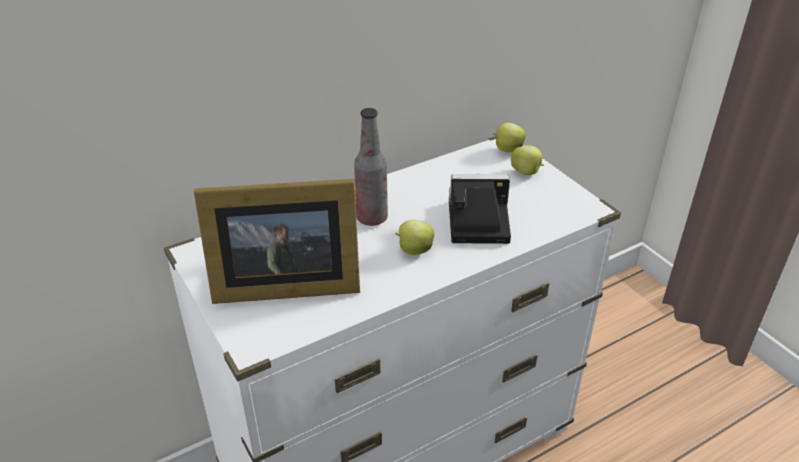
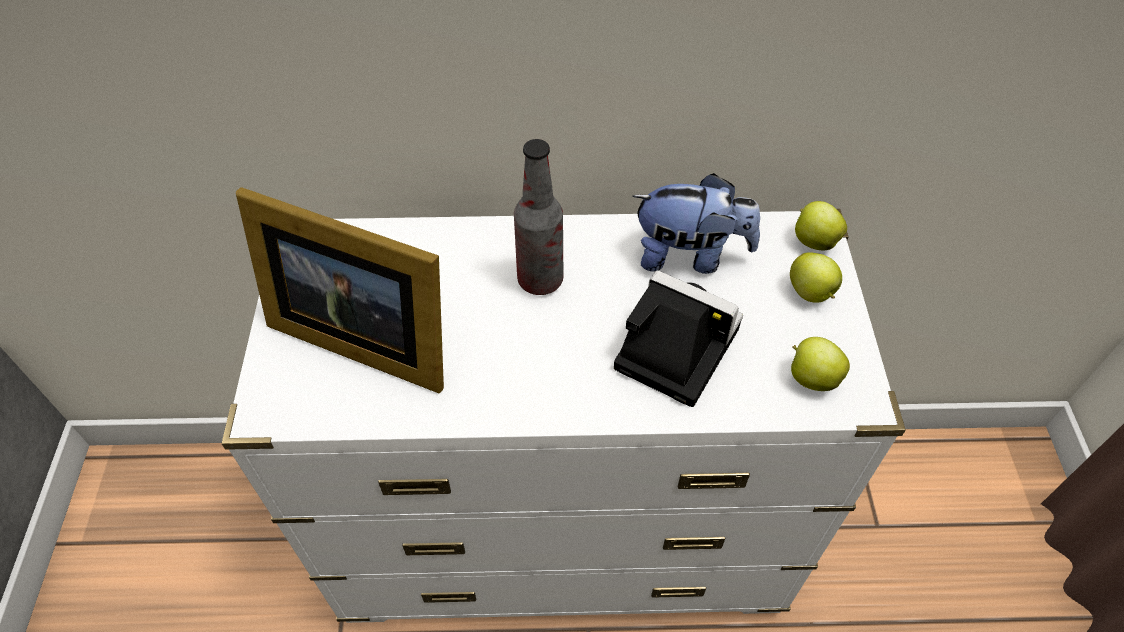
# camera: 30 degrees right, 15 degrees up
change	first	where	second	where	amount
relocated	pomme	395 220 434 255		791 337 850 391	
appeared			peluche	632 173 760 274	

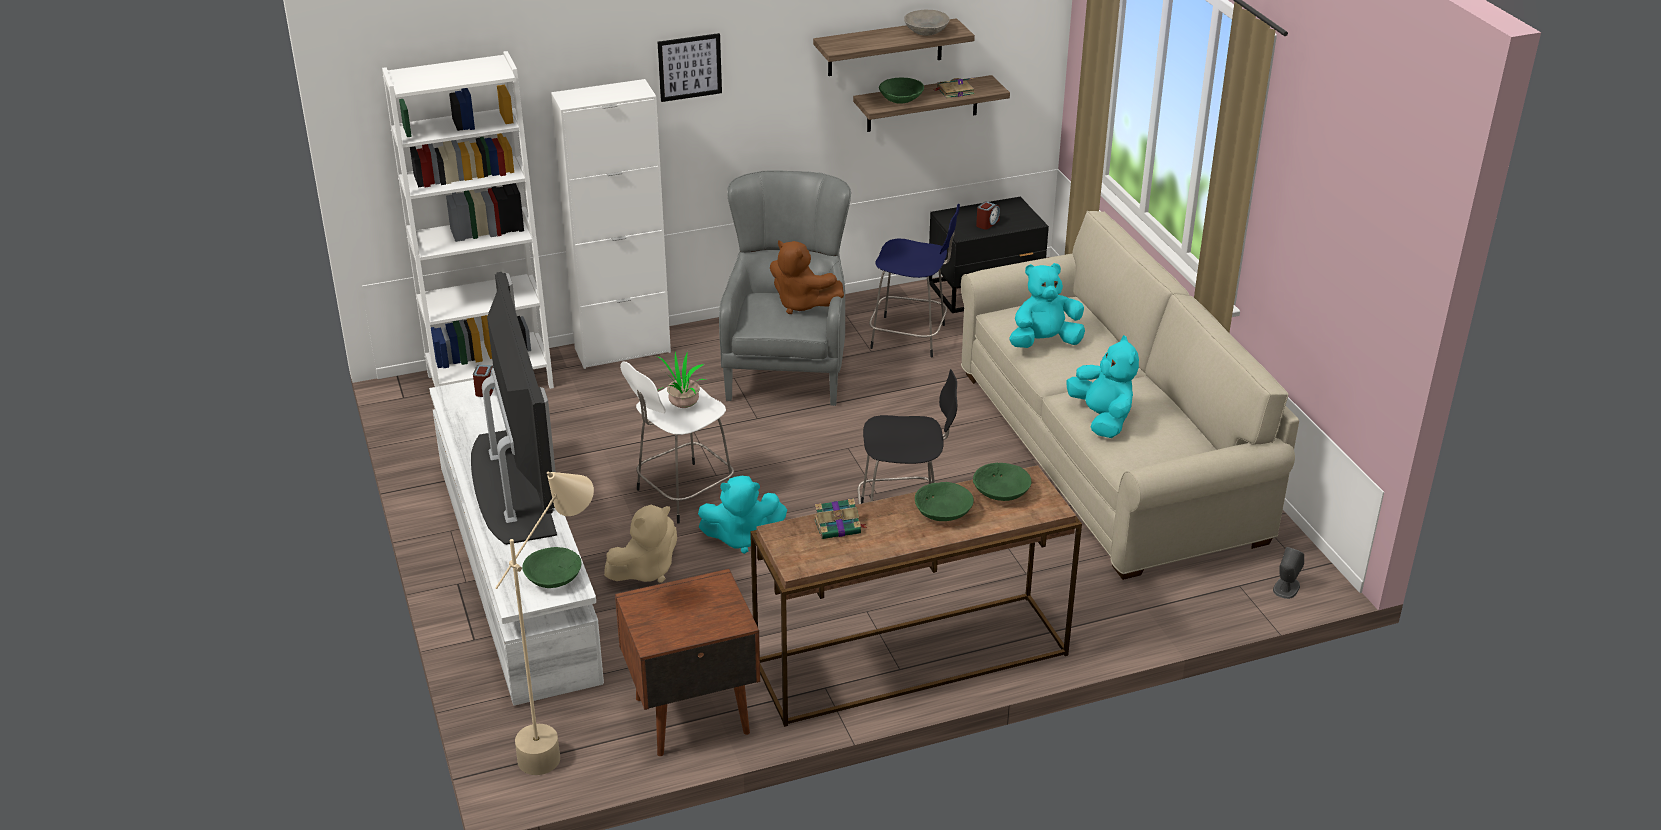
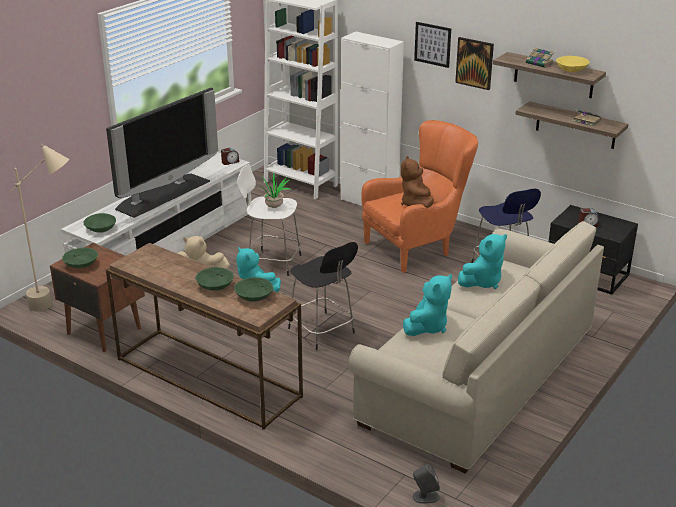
# camera: 55 degrees right, 5 degrees down
change	first	where	second	where	amount
colour	fauteuil (gris)	719 170 851 406	fauteuil (orange)	361 120 478 273	
relocated	livre	814 498 867 539		526 48 554 68	
relocated	bol (vert)	879 78 924 104		62 248 98 268	
colour	bol (gris)	904 10 950 36	bol (jaune)	556 56 589 72	
spun	peluche (turquoise)	1009 263 1085 348		458 234 507 289	105 degrees clockwise
appeared			tableau	455 37 494 90	

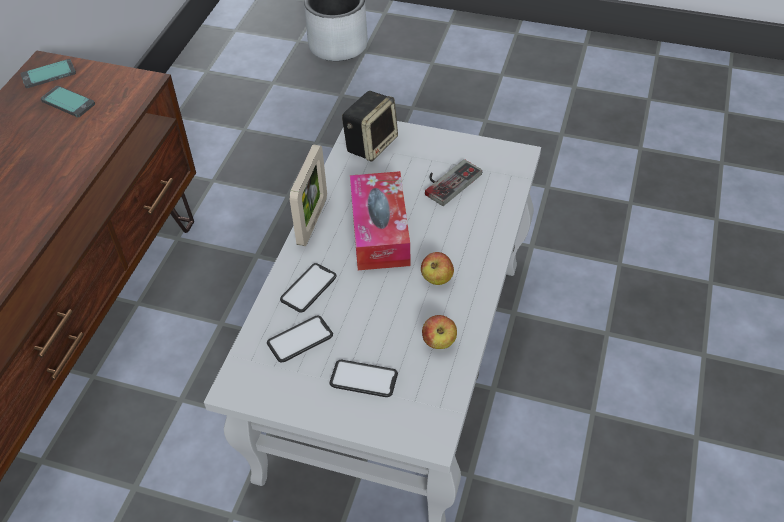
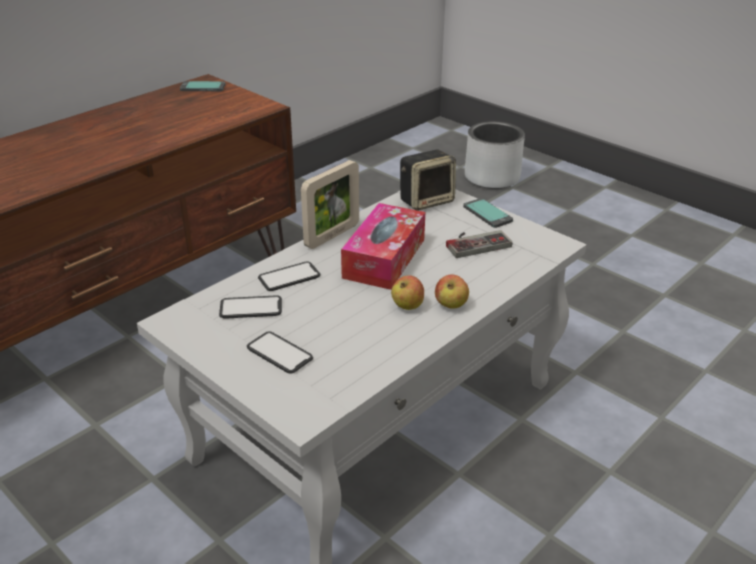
# camera: 25 degrees right, 15 degrees down
change	first	where	second	where	amount
relocated	téléphone	41 86 95 117		463 198 513 228	
relocated	pomme	422 315 457 349		435 275 469 309	

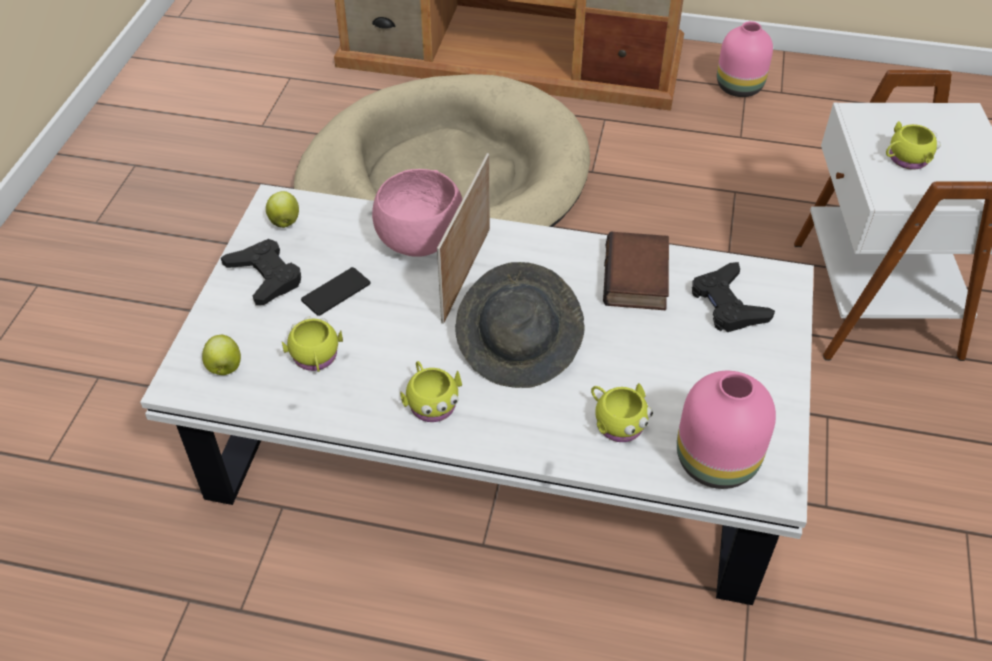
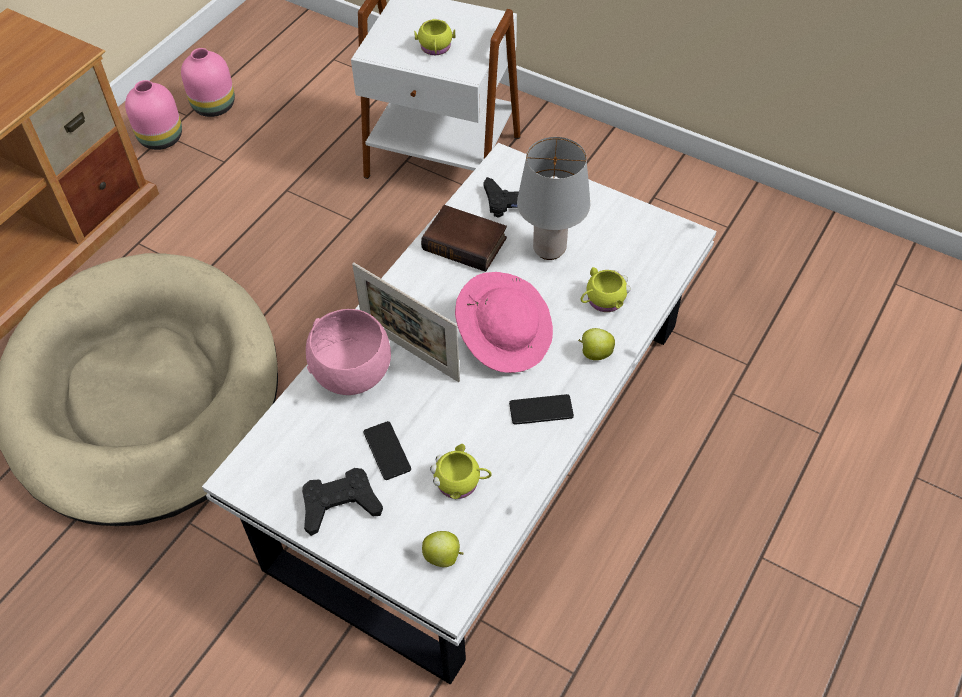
# camera: 70 degrees left, 5 degrees up
change	first	where	second	where	amount
relocated	pomme	266 191 299 228		578 328 615 360	
exchanged	mug (jaune)	400 361 462 422	téléphone	509 394 574 425	
colour	chapeau (gris)	455 262 584 388	chapeau (rose)	455 272 553 373	
relocated	vase (rose)	677 371 776 489		181 48 235 117	
appeared			lampe de table (gris)	517 137 590 260	

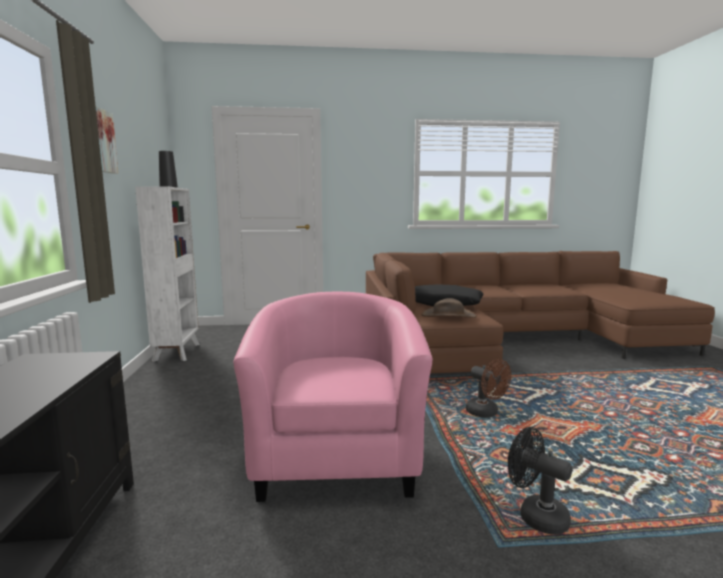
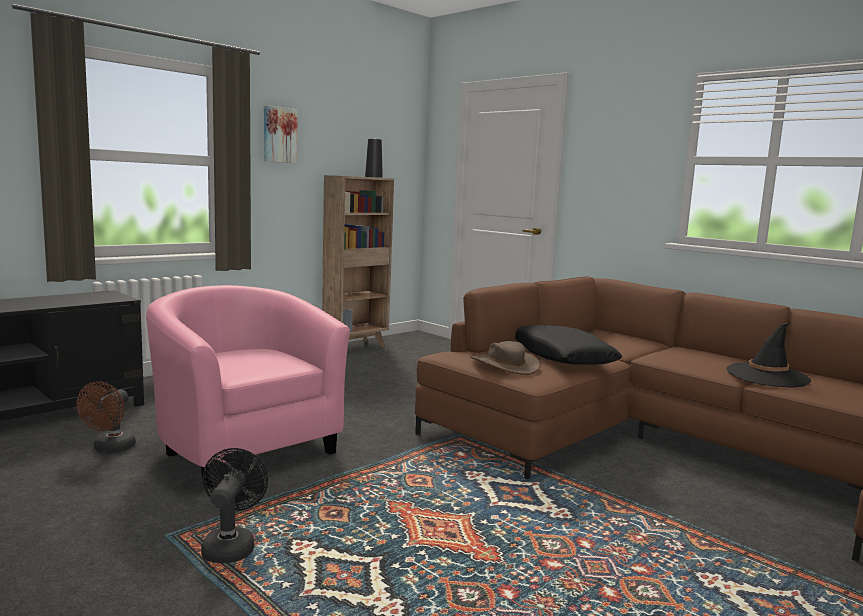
# camera: 50 degrees right, 0 degrees up
change	first	where	second	where	amount
colour	bibliothèque (blanc)	135 187 200 362	bibliothèque (marron)	322 175 394 347	
spun	fauteuil (rose)	233 291 432 502		146 285 350 489	90 degrees counterclockwise
relocated	ventilateur (marron)	466 359 511 418		76 382 136 453	
appeared			chapeau (noir)	726 323 811 388	

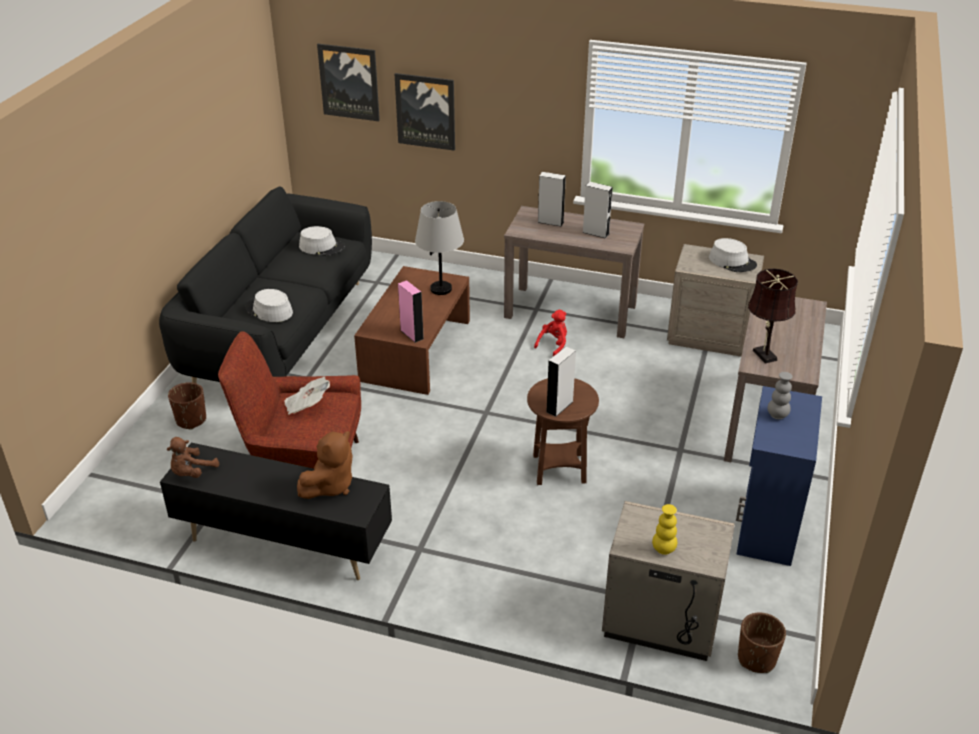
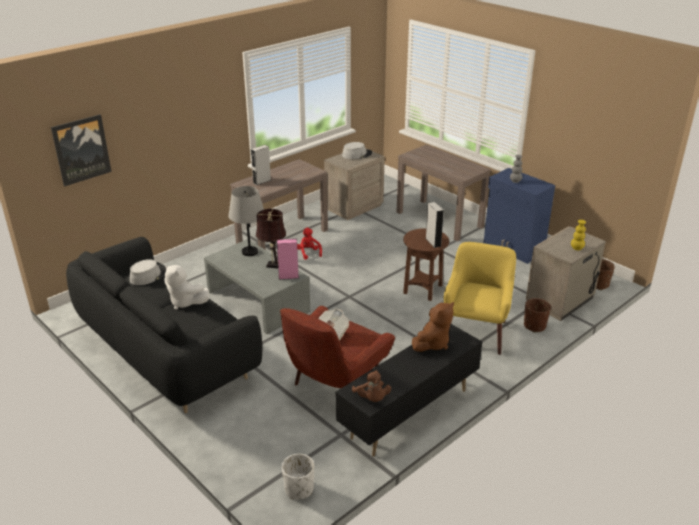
# camera: 60 degrees left, 5 degrees down
change	first	where	second	where	amount
relocated	cache-pot (marron)	168 382 206 429		524 298 551 332	
missing	chapeau (gris)	246 289 293 322			
spun	peluche (marron)	297 431 353 499		412 302 454 352	60 degrees clockwise
colour	table basse (marron)	354 266 470 395	table basse (gris)	204 239 310 334	
missing	tableau	395 73 455 151			
missing	enceinte (gris)	582 182 613 239			
relocated	lampe de table (marron)	748 269 798 364		256 209 286 268	
appeared			peluche (blanc)	164 265 209 310	
appeared			cache-pot (blanc)	282 454 315 500	
appeared			fauteuil (jaune)	444 242 516 355	

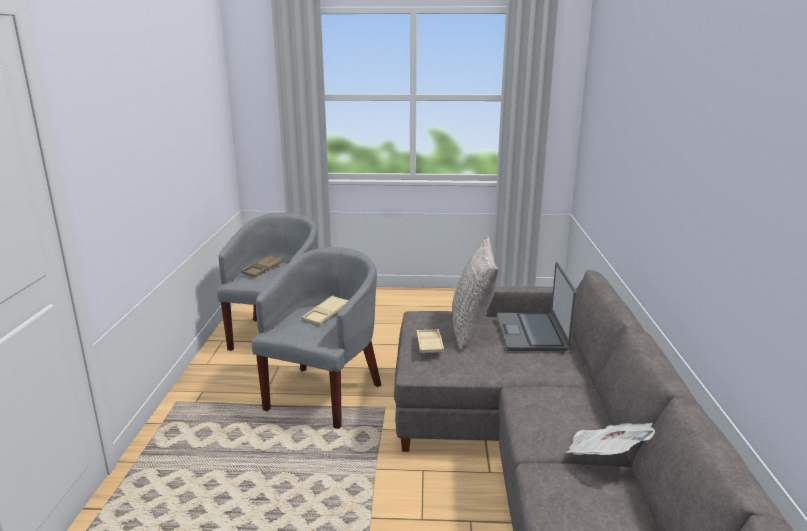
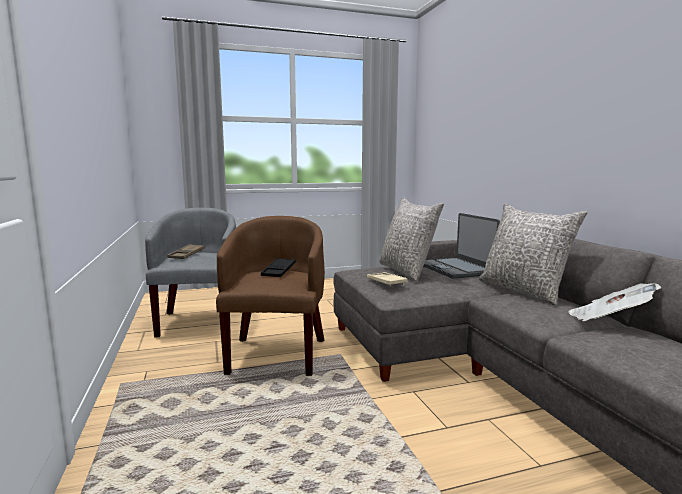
# camera: 20 degrees left, 10 degrees down
change	first	where	second	where	amount
colour	fauteuil (gris)	252 247 382 429	fauteuil (marron)	216 216 325 376	
colour	plateau (beige)	302 295 349 325	plateau (noir)	261 258 296 277	
appeared			coussin (gris)	479 203 587 306	

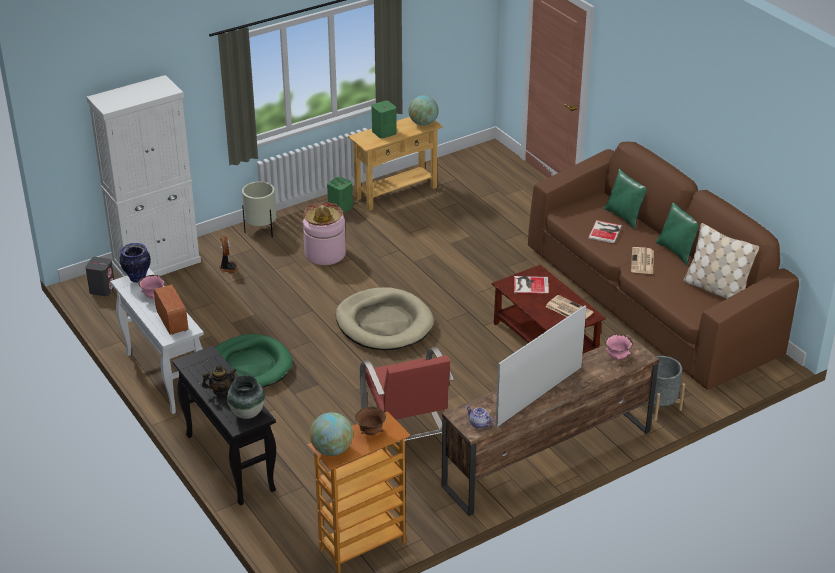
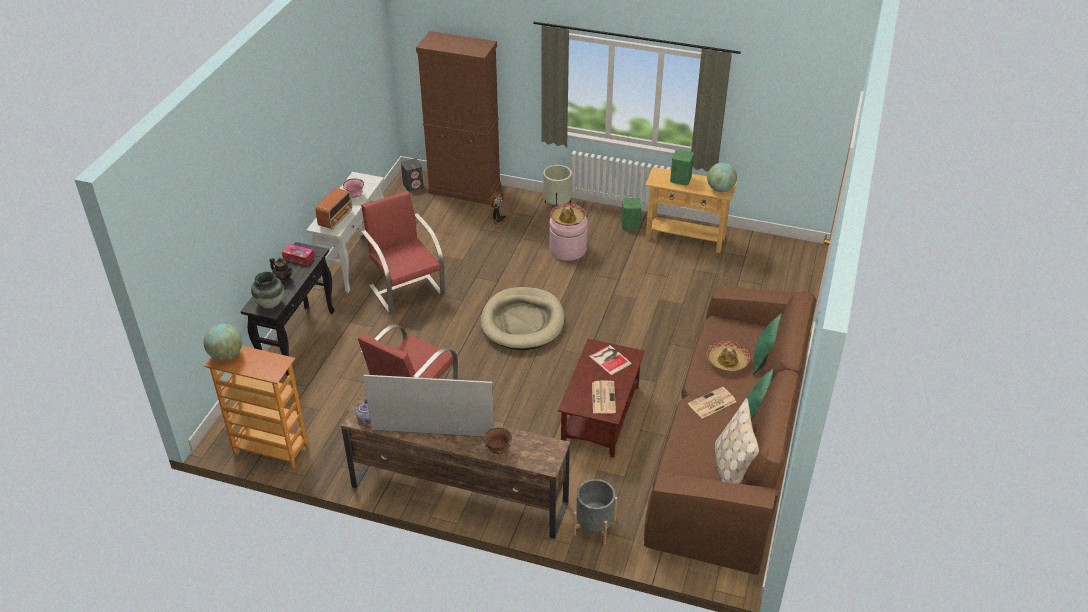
# camera: 50 degrees right, 5 degrees up
change	first	where	second	where	amount
colour	meuble de rangement (blanc)	87 75 201 277	meuble de rangement (marron)	416 31 501 205	
missing	vase	120 243 151 283			
exchanged	panier pour chien (vert)	216 334 293 388	fauteuil (rouge)	361 191 445 314	
relocated	bol (marron)	355 407 386 435		483 427 512 455	
exchanged	livre	588 220 622 243	chapeau	707 341 751 372	
missing	bol (rose)	605 334 633 360			
appeared			boîte à mouchoirs	282 244 315 266	

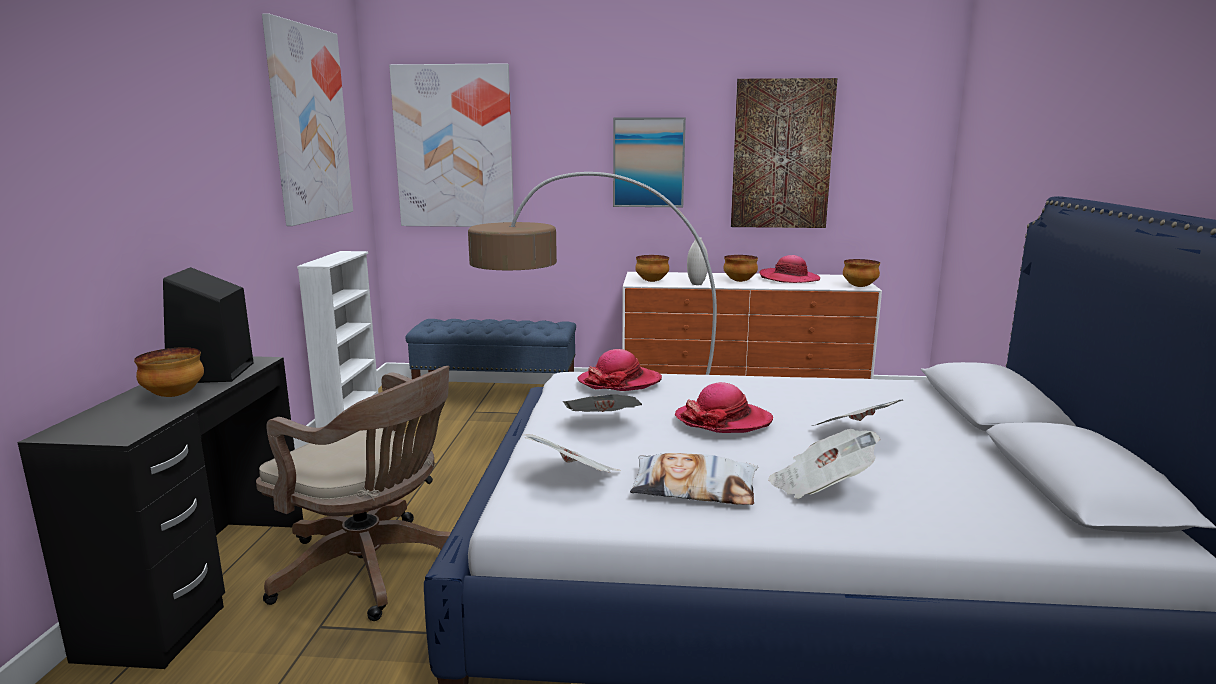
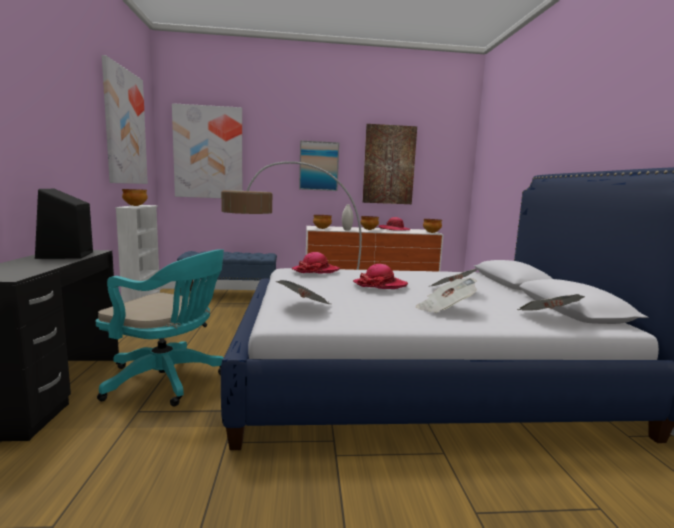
# camera: 10 degrees left, 5 degrees down
change	first	where	second	where	amount
relocated	bol	134 347 204 397		122 189 148 206	
colour	chaise de bureau (marron)	256 366 451 621	chaise de bureau (turquoise)	96 249 224 406	
relocated	journal	563 394 642 412		517 294 585 311	
missing	coussin	630 453 758 505			

